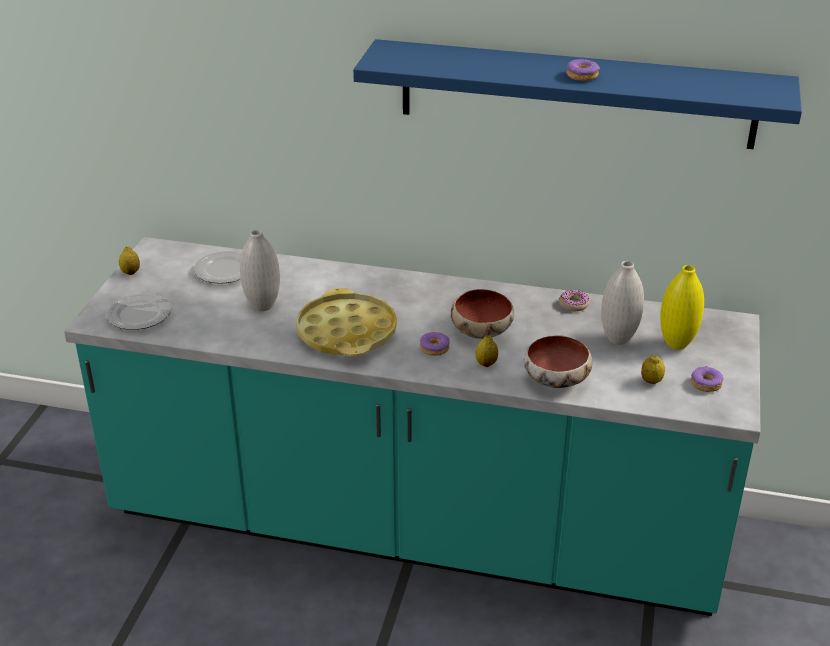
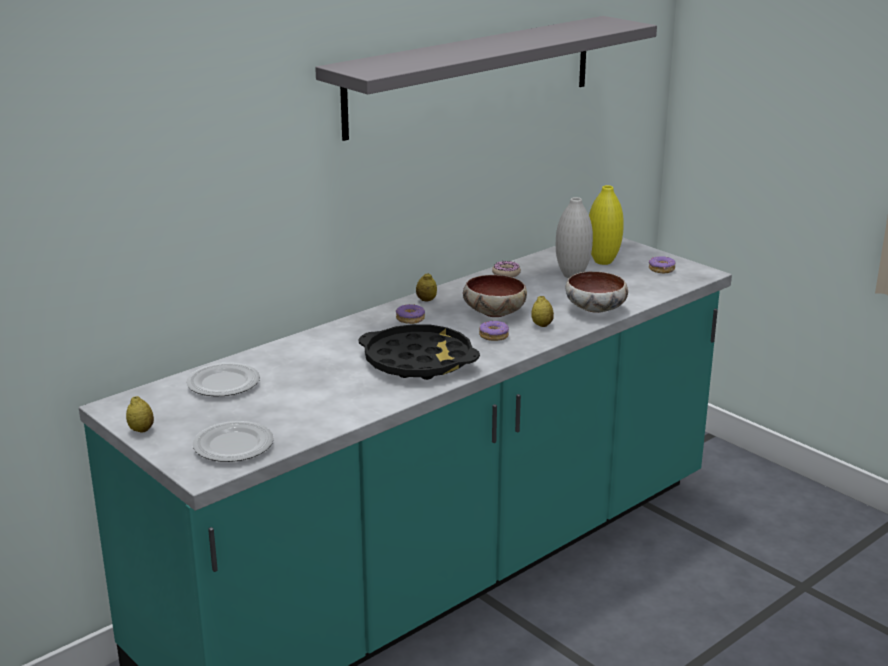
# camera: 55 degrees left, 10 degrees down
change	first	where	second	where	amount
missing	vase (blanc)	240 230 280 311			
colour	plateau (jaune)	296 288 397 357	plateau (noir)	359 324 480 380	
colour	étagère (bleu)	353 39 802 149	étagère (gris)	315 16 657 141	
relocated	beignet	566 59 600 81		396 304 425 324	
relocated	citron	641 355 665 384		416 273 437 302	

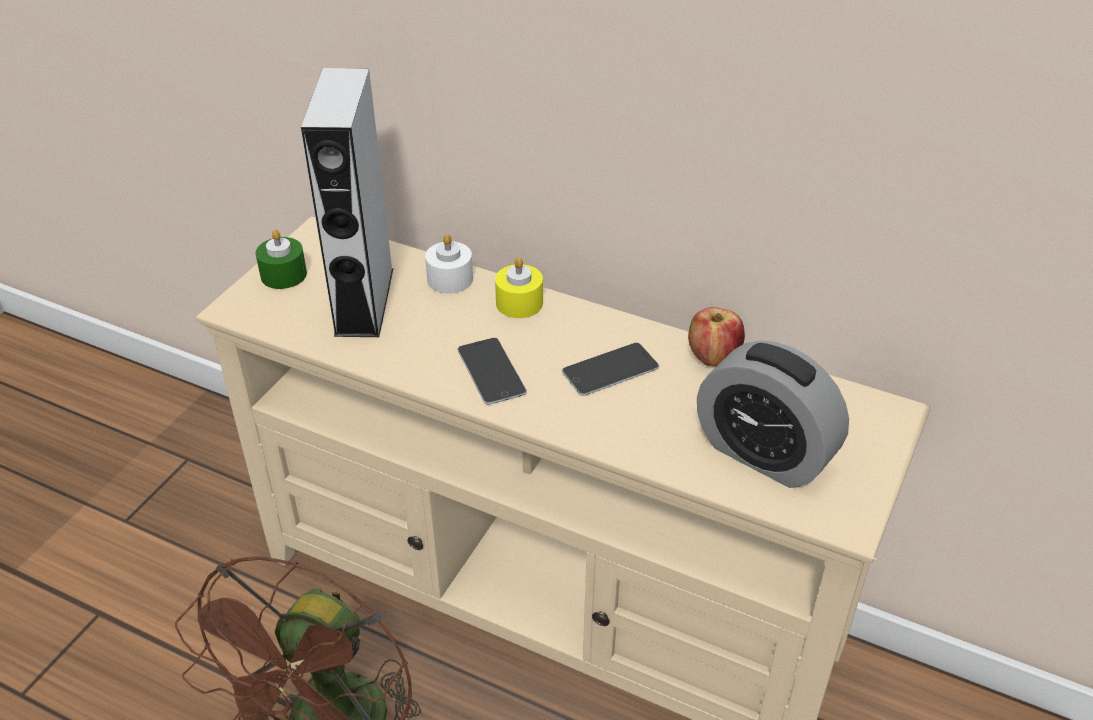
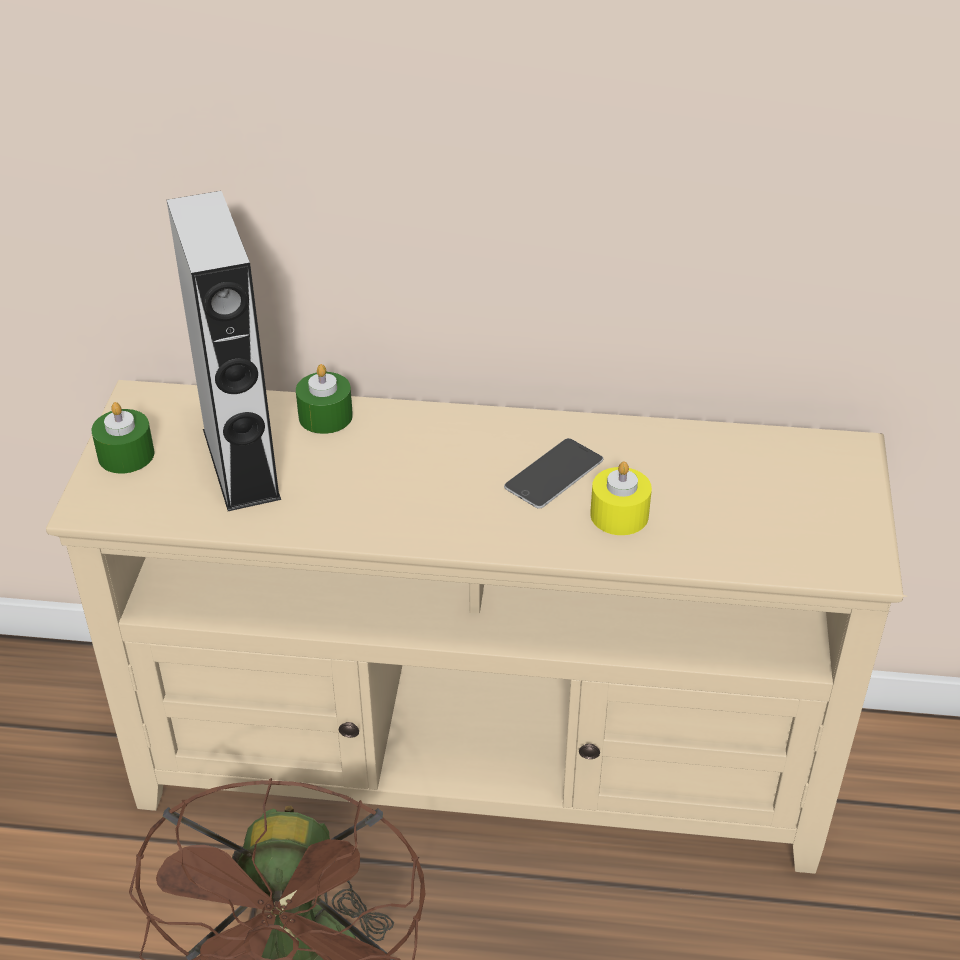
# camera: 20 degrees left, 0 degrees up
change	first	where	second	where	amount
colour	bougie (blanc)	425 234 473 294	bougie (vert)	296 364 353 434	
missing	téléphone	458 338 527 405			
relocated	bougie (jaune)	495 257 543 318		590 462 652 535	
missing	pomme	688 307 745 367			
missing	réveil	697 340 849 488			

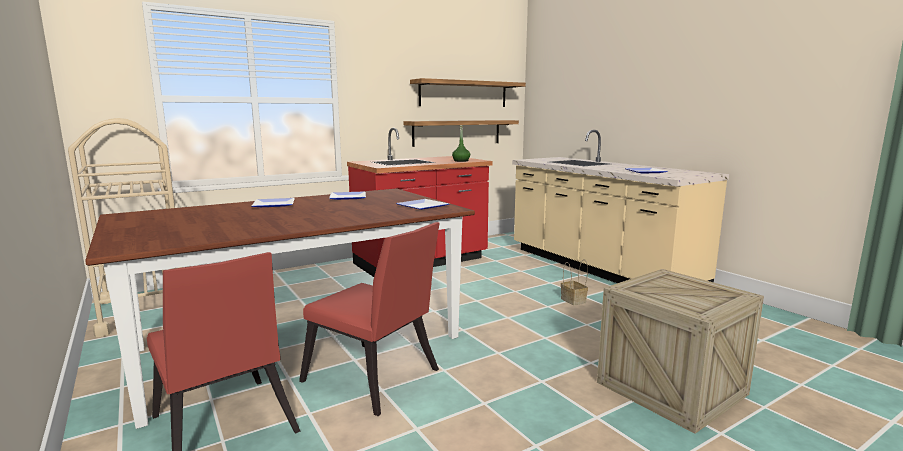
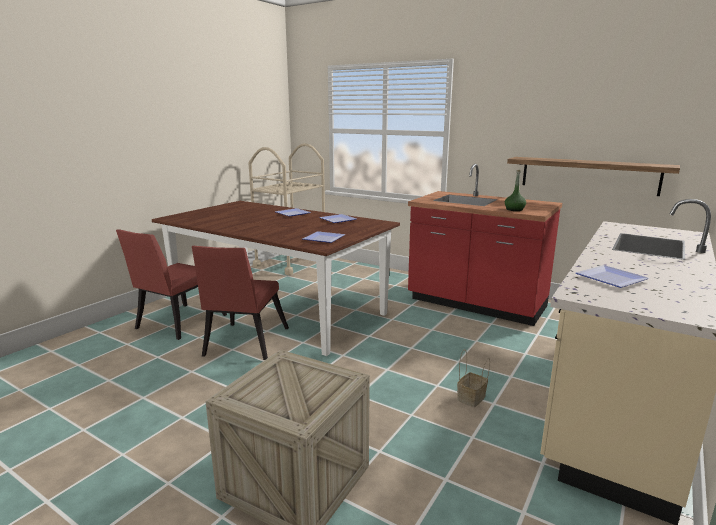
# camera: 65 degrees right, 5 degrees up
change	first	where	second	where	amount
missing	étagère	410 78 526 107			

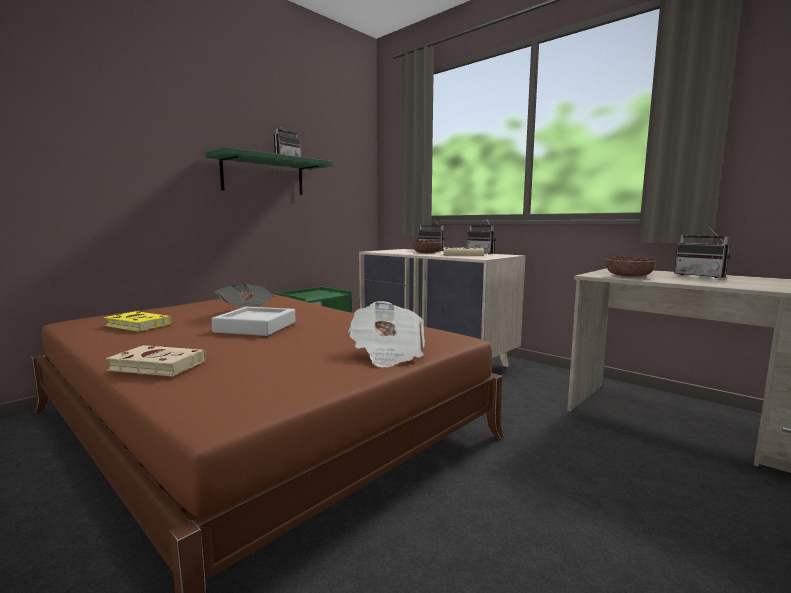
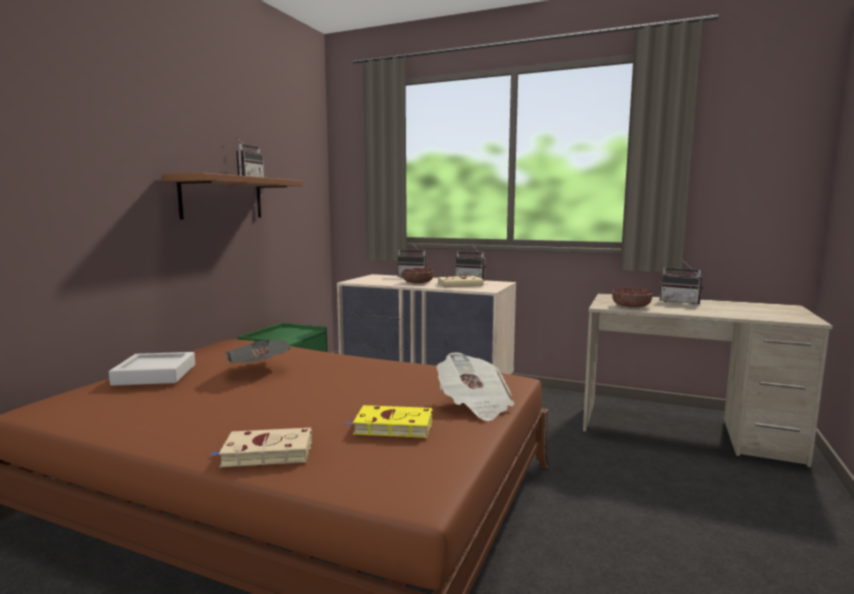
# camera: 20 degrees left, 0 degrees up
change	first	where	second	where	amount
relocated	livre (jaune)	104 311 171 332		346 405 433 438	
colour	étagère (vert)	206 147 333 195	étagère (marron)	162 173 302 219	
relocated	plateau (gris)	211 307 296 336		109 352 195 386	

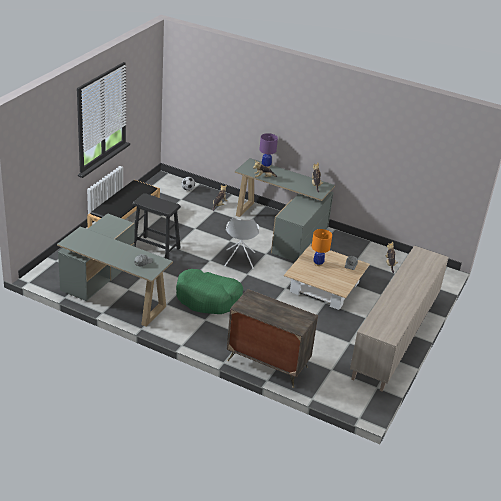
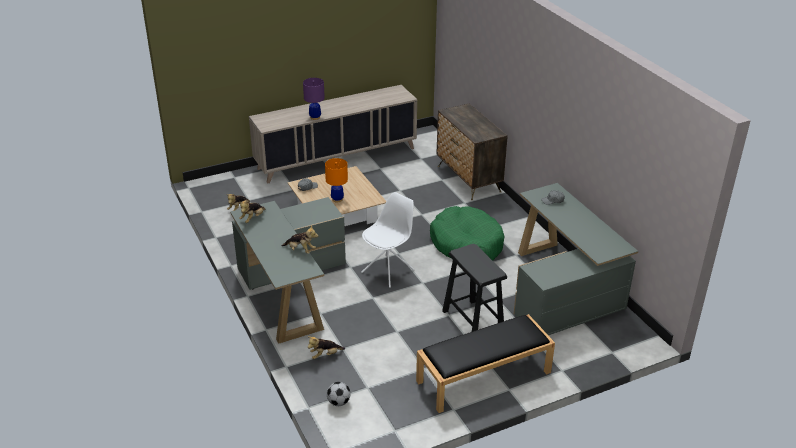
# camera: 140 degrees left, 0 degrees up
change	first	where	second	where	amount
relocated	lampe de table (violet)	259 133 278 168		303 78 325 120	

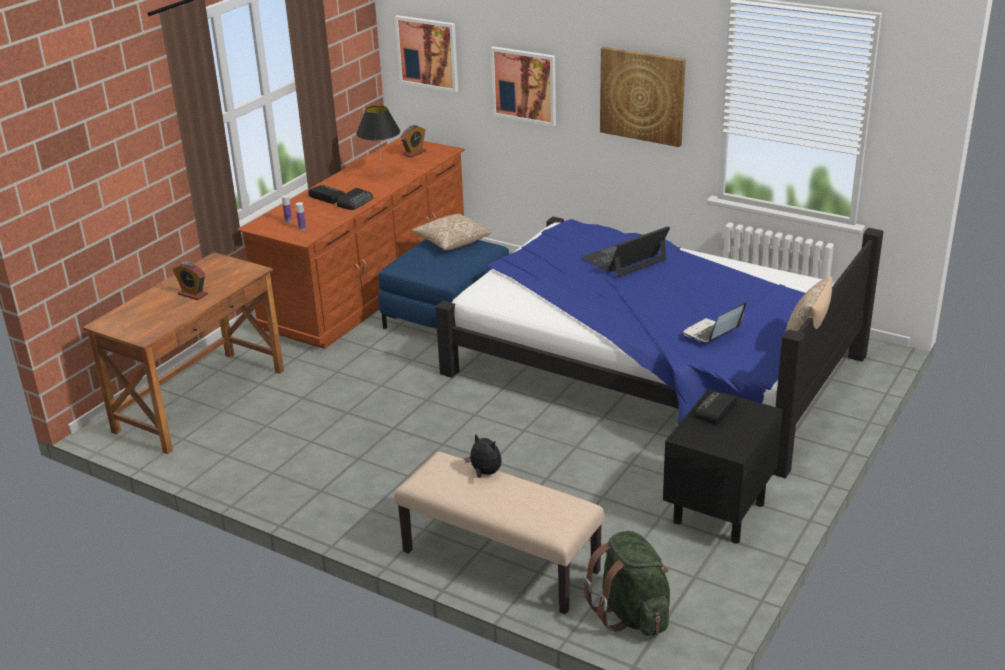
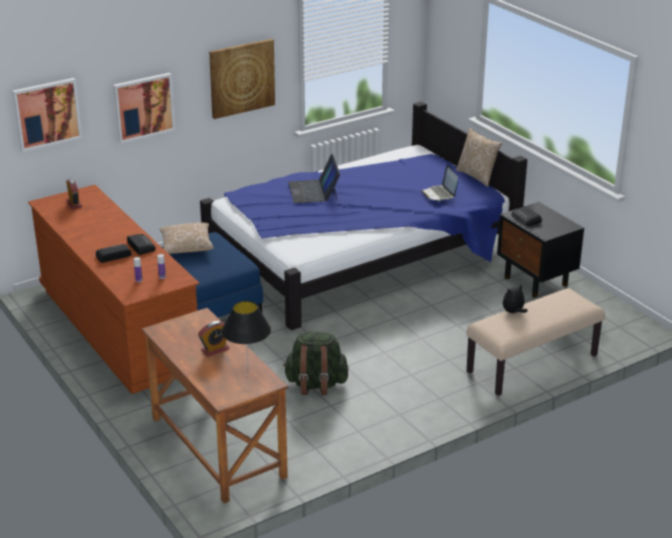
# camera: 65 degrees left, 0 degrees up
change	first	where	second	where	amount
relocated	lampe de table (noir)	356 105 400 171		222 301 271 373	
relocated	sac à dos (vert)	583 531 670 636		283 332 349 395	

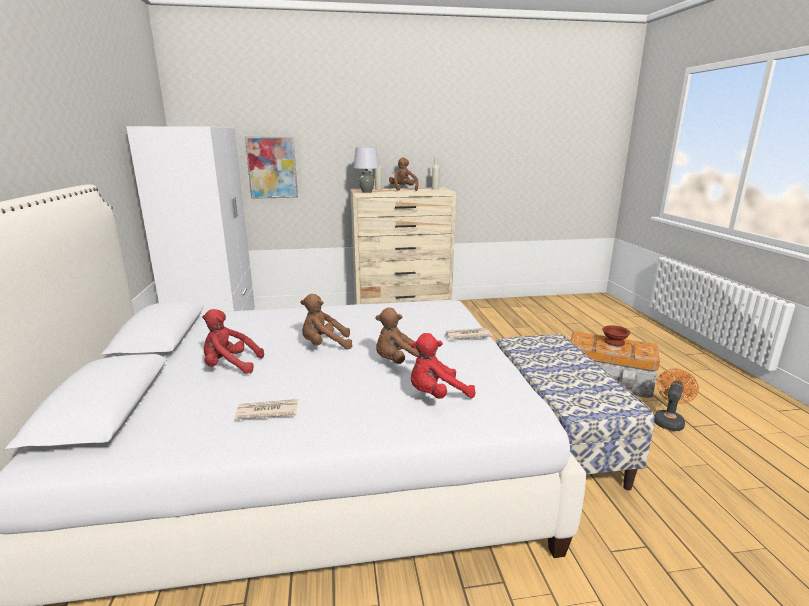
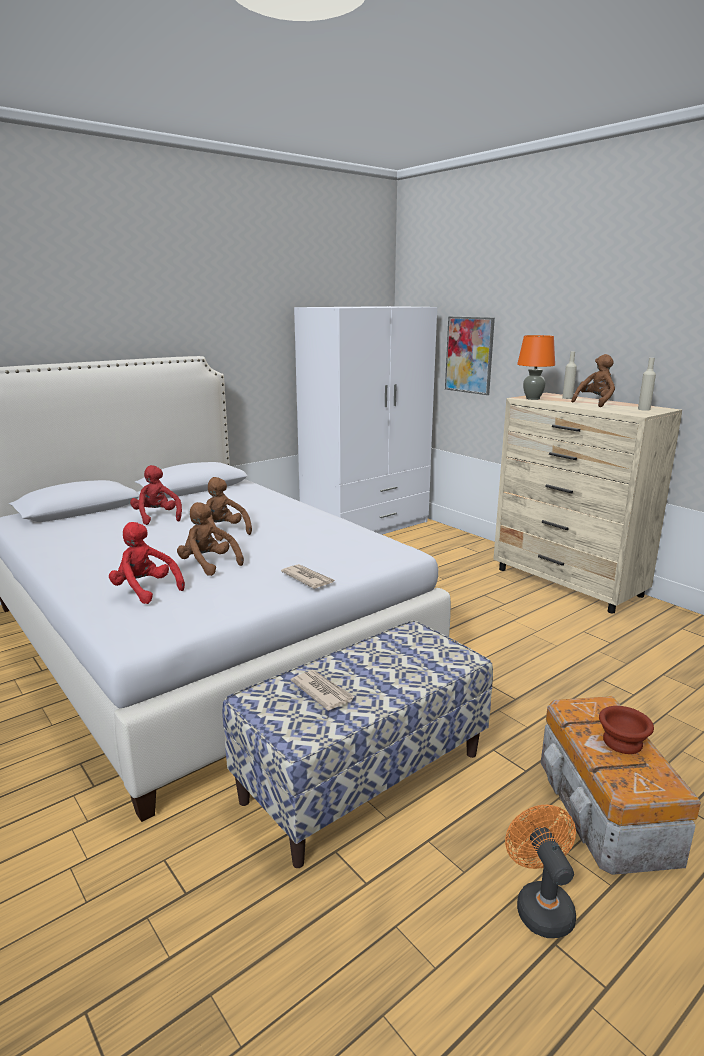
# camera: 60 degrees right, 0 degrees up
change	first	where	second	where	amount
relocated	journal	235 399 298 419		291 670 355 711	
colour	lampe de table (gris)	353 147 379 193	lampe de table (orange)	517 335 555 400	
spun	ventilateur (orange)	654 369 699 431		505 805 576 938	105 degrees counterclockwise

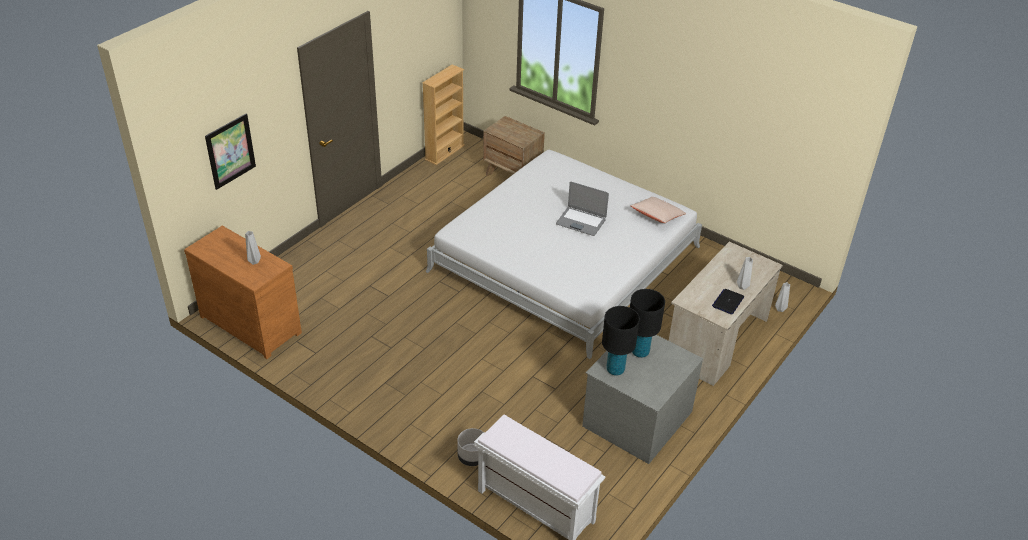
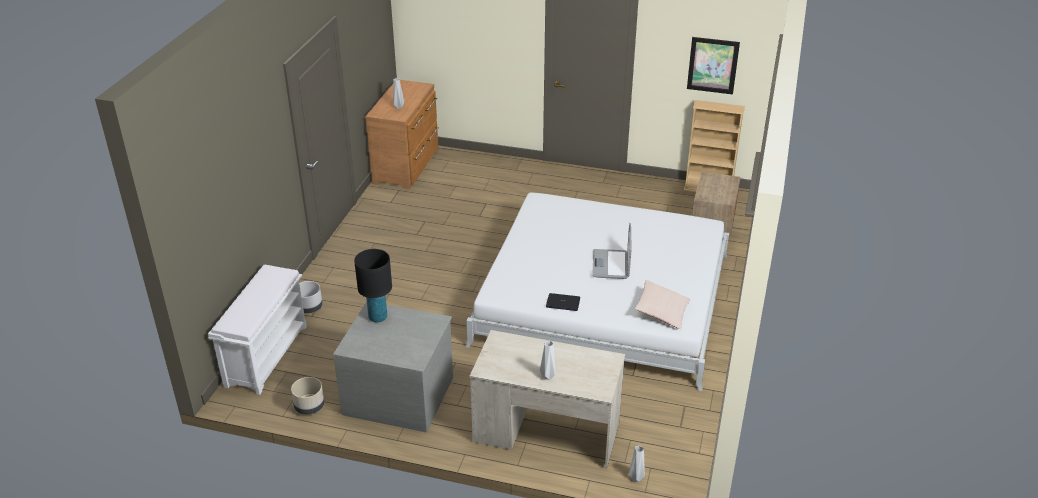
# camera: 70 degrees right, 5 degrees down
change	first	where	second	where	amount
relocated	tableau	205 114 256 190		687 37 740 94	
missing	lampe de table (noir)	630 289 665 358			
relocated	ordinateur portable	712 289 744 314		546 293 580 311	
appeared			cache-pot (beige)	291 377 324 415	

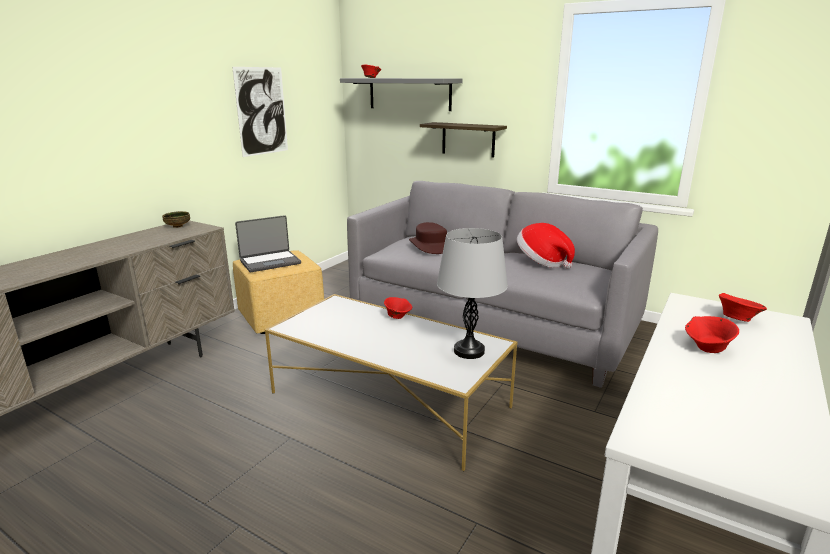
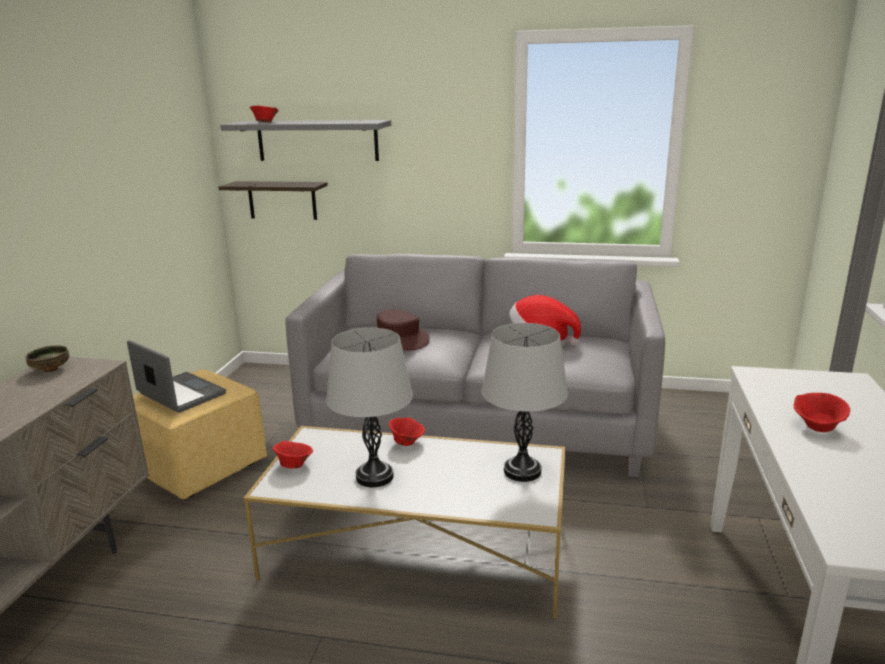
# camera: 20 degrees left, 0 degrees up
change	first	where	second	where	amount
missing	tableau	232 67 288 157			
spun	ordinateur portable	235 215 301 272		127 340 226 413	90 degrees counterclockwise
relocated	étagère	420 122 507 158		218 181 328 220	
relocated	bol (rouge)	719 293 767 322		273 441 313 469	
appeared			lampe de table (gris)	326 328 413 487	

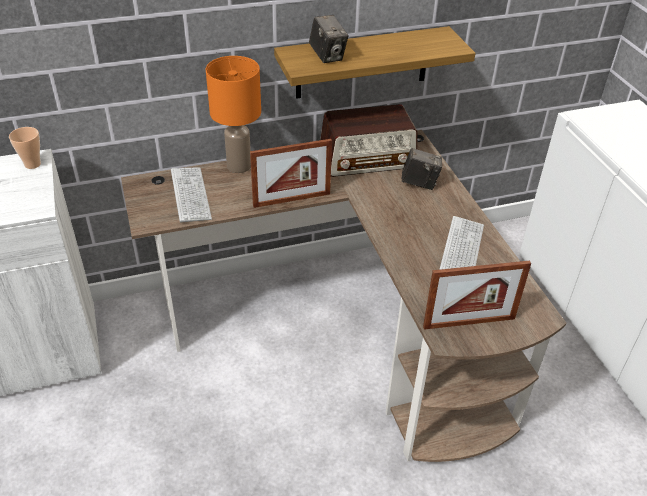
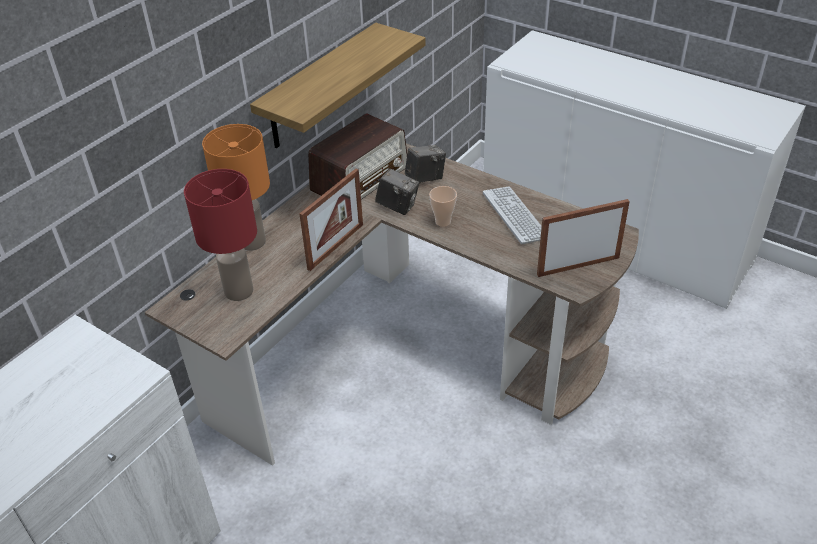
# camera: 35 degrees left, 0 degrees up
change	first	where	second	where	amount
relocated	tasse	9 127 41 169		429 186 457 227	
exchanged	clavier	171 167 212 223	lampe de table (rouge)	184 169 257 301	
relocated	appareil photo	309 15 348 63		375 169 419 215	
spun	cadre photo	423 260 531 330		537 199 630 277	150 degrees counterclockwise

